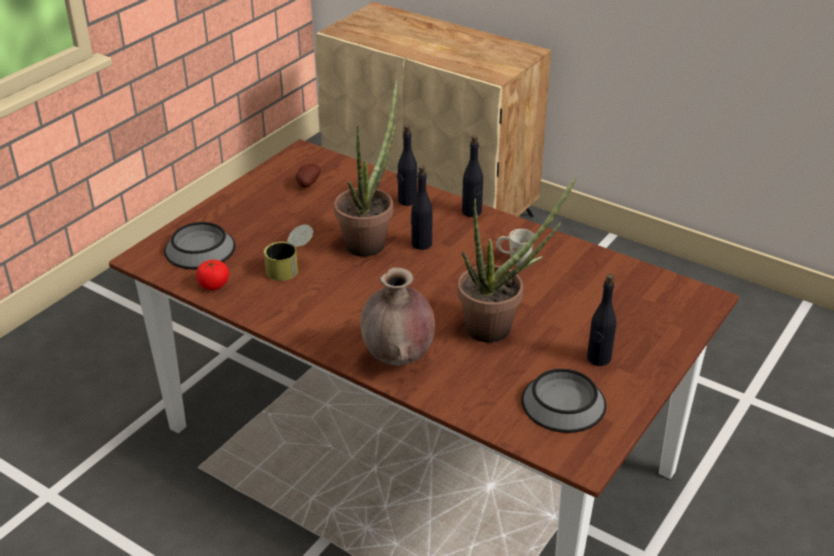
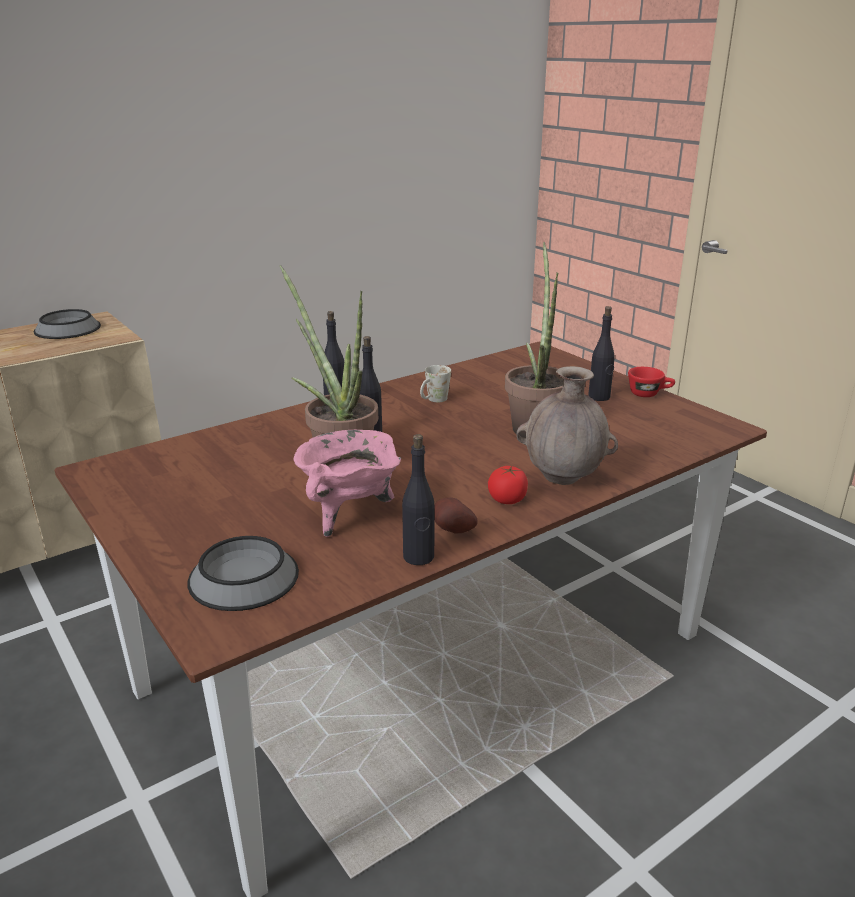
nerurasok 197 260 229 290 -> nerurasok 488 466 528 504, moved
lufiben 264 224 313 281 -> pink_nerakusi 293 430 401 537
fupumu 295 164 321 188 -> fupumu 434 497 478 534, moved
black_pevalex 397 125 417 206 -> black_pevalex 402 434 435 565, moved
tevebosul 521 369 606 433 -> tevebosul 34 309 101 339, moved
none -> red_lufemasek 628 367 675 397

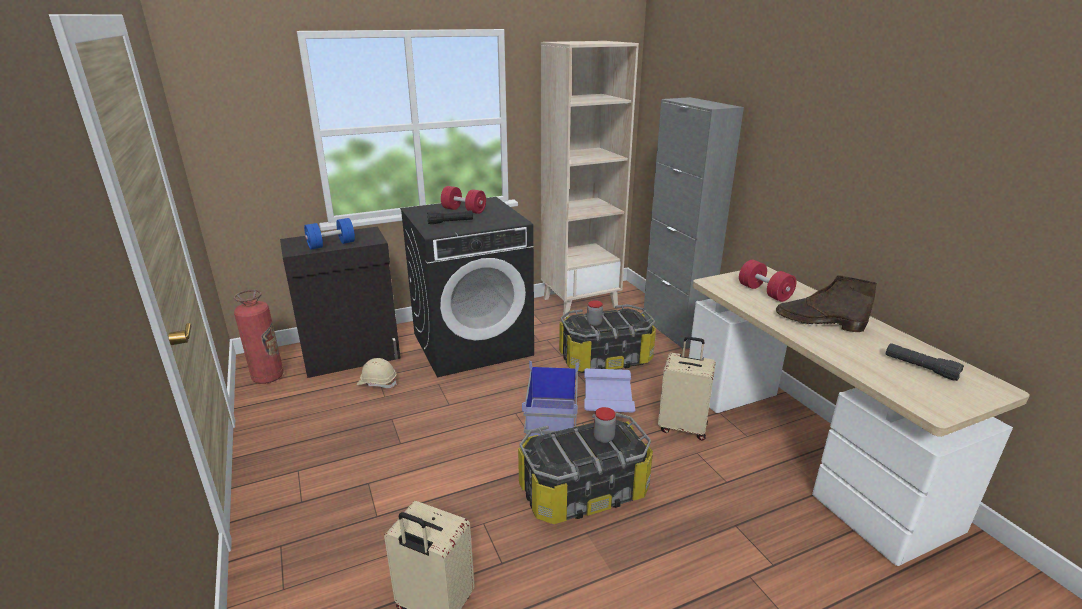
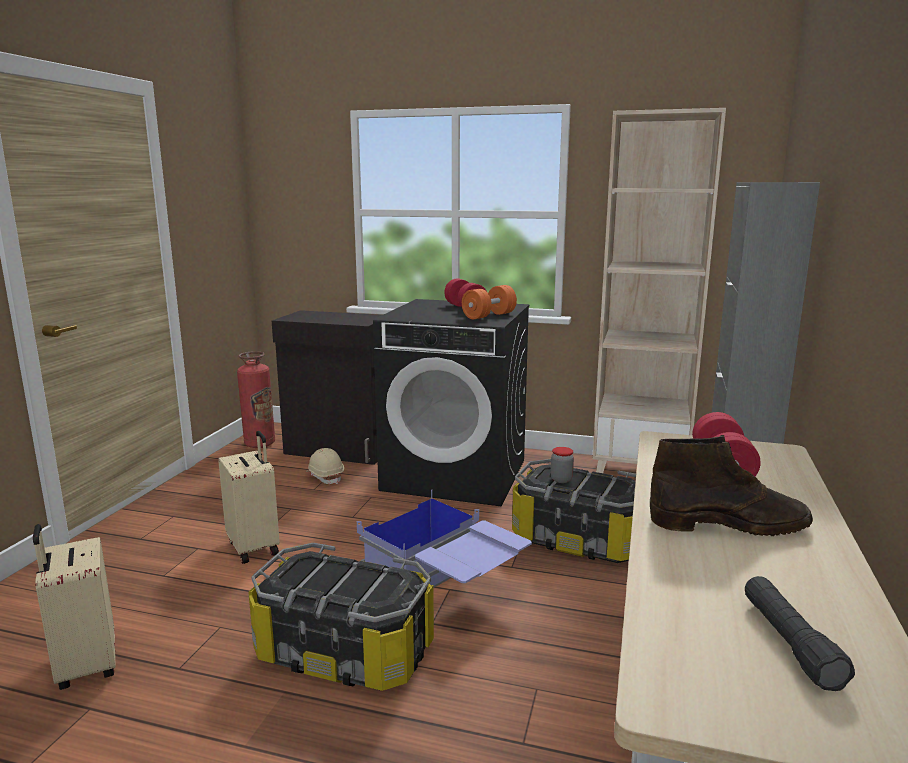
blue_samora 304 218 355 249 -> none
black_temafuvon 427 211 473 224 -> none
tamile 593 407 616 443 -> none
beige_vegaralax 658 336 716 440 -> beige_vegaralax 218 431 280 564, moved
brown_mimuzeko 776 275 877 332 -> brown_mimuzeko 650 435 813 536, 120 degrees clockwise
none -> orange_samora 462 285 517 319

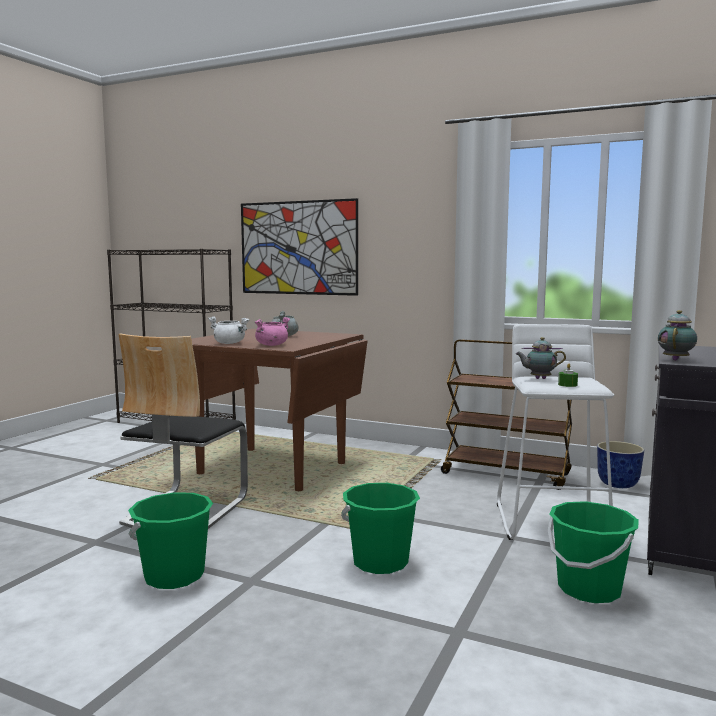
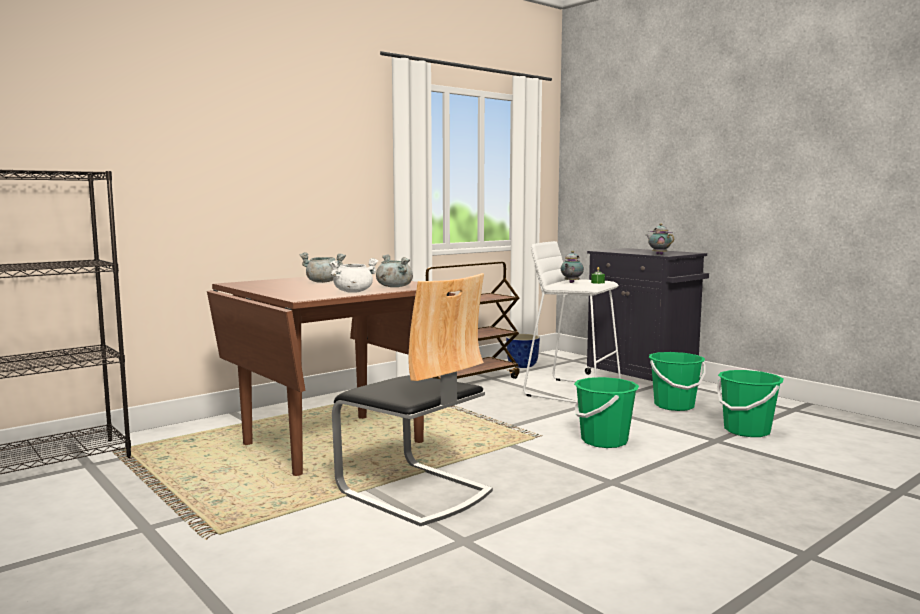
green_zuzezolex 128 492 213 589 -> green_zuzezolex 717 370 784 437, moved
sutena 241 198 358 296 -> none
pink_nerakusi 255 317 290 346 -> grey_nerakusi 376 254 413 287

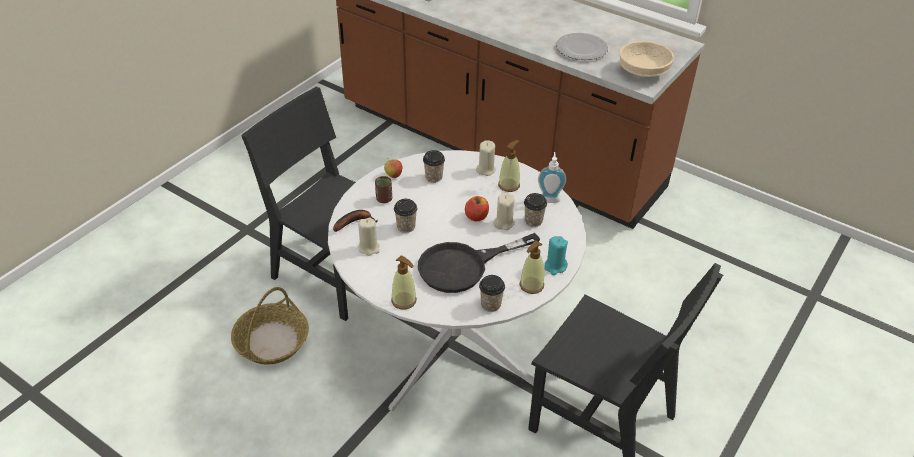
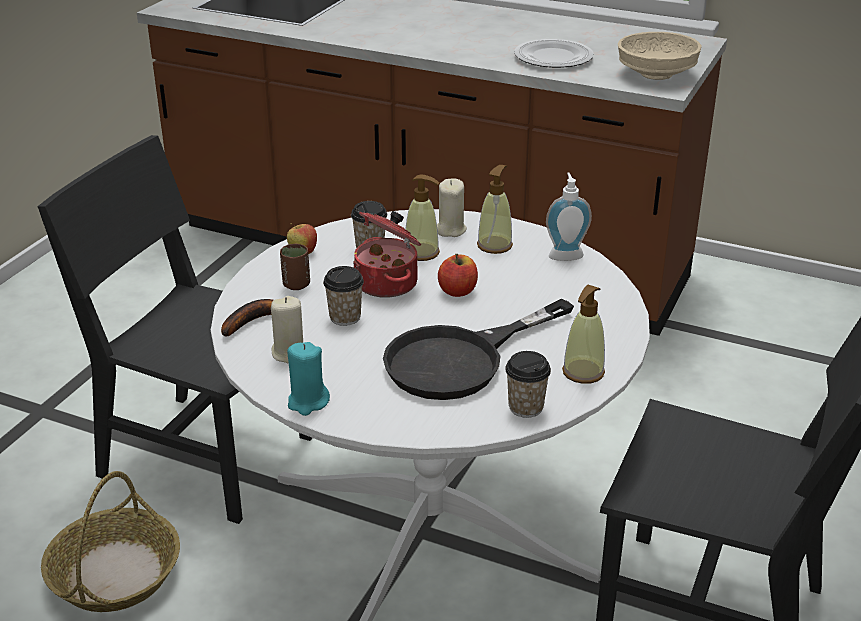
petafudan 391 256 417 310 -> petafudan 405 175 440 261, moved
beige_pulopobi 493 193 515 230 -> none
lufemasek 524 193 547 227 -> none
turquoise_pulopobi 544 236 568 275 -> turquoise_pulopobi 287 342 330 416, moved
none -> nerakusi 353 211 421 298

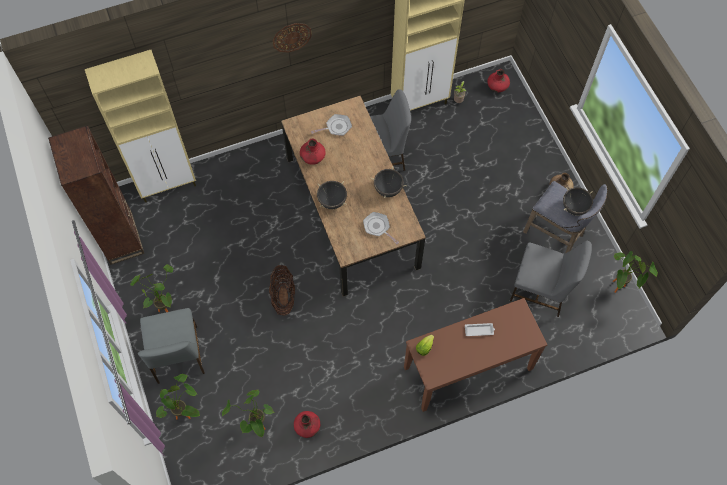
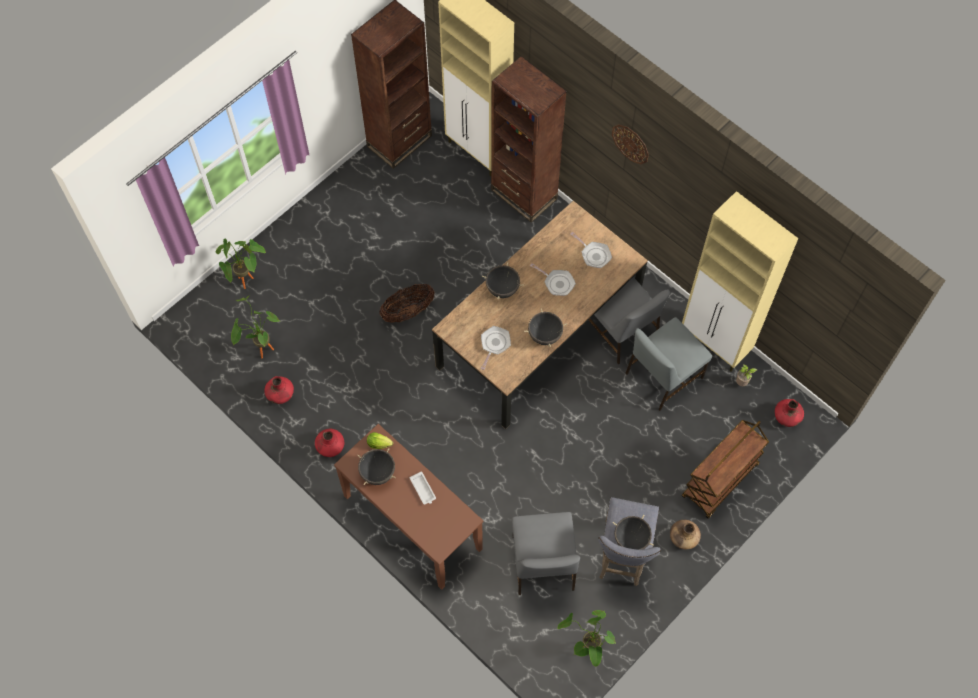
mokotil 130 265 173 312 -> none
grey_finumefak 138 308 205 384 -> grey_finumefak 626 317 712 411, moved
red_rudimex 300 139 326 165 -> red_rudimex 315 429 344 457, moved
none -> black_nerakusi 357 448 396 485
none -> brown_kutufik 491 56 567 223
none -> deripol 530 263 576 296
none -> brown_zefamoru 682 420 769 519

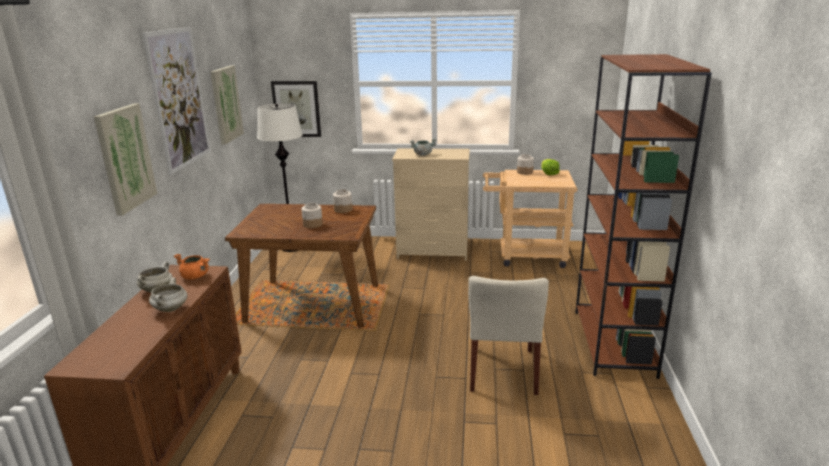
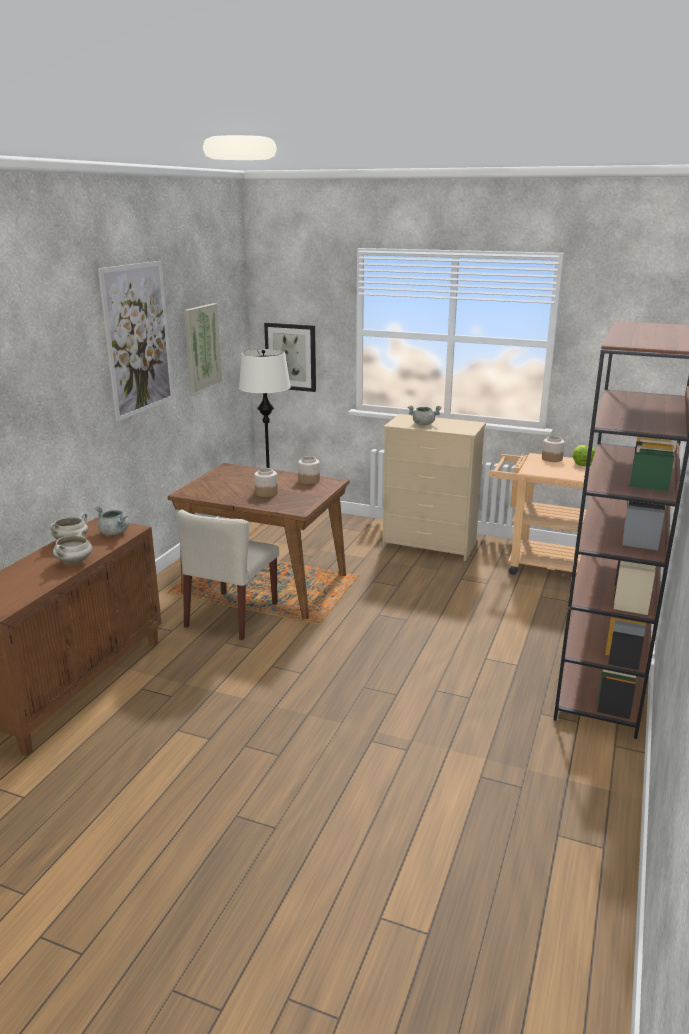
sutena 94 103 158 216 -> none
orange_nerakusi 173 254 210 280 -> grey_nerakusi 95 506 129 535
beige_finumefak 468 276 549 395 -> beige_finumefak 177 510 279 640, moved

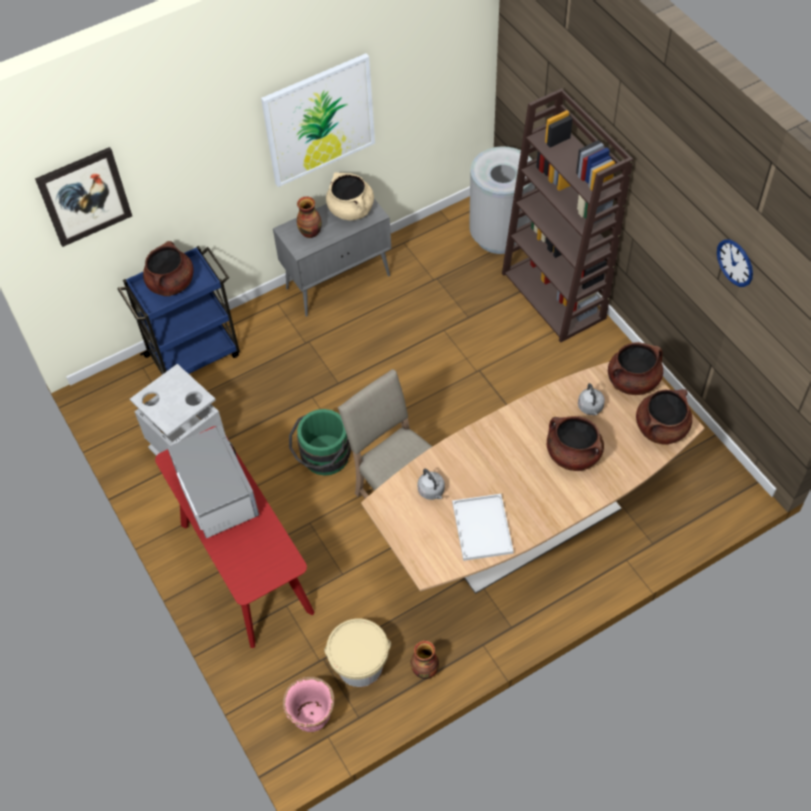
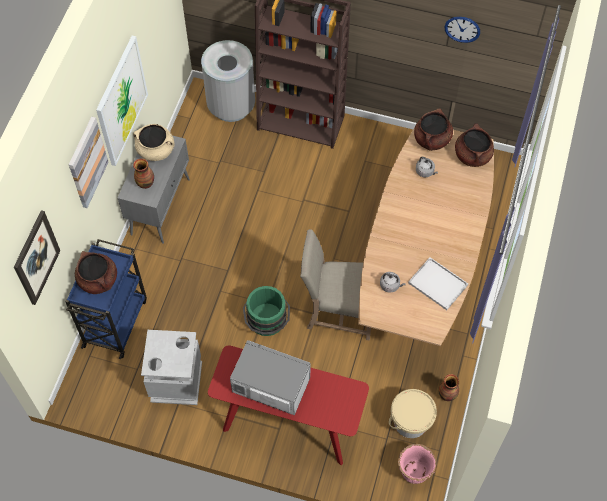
brown_nerakusi 547 416 604 471 -> none
none -> sutena 69 117 108 208

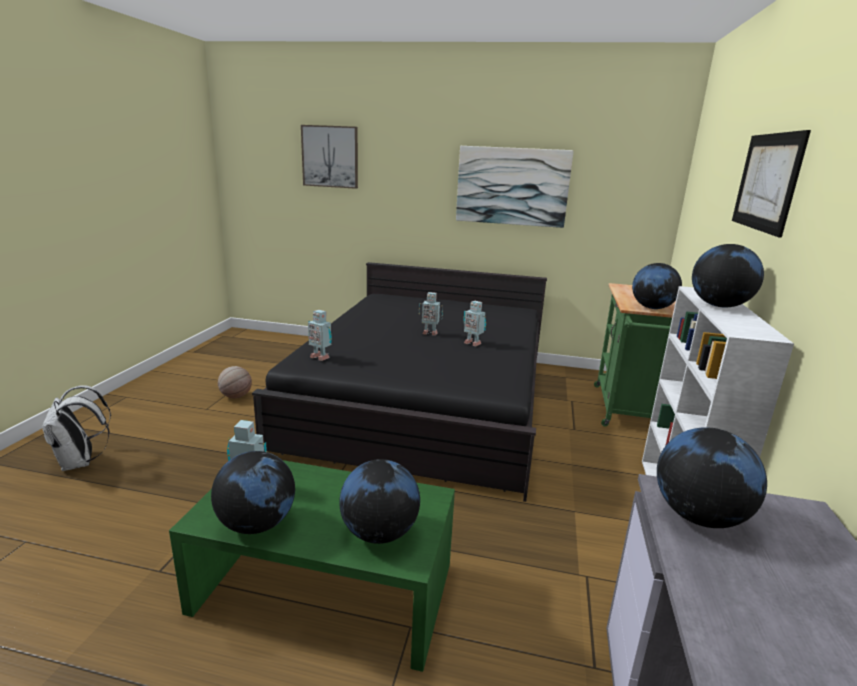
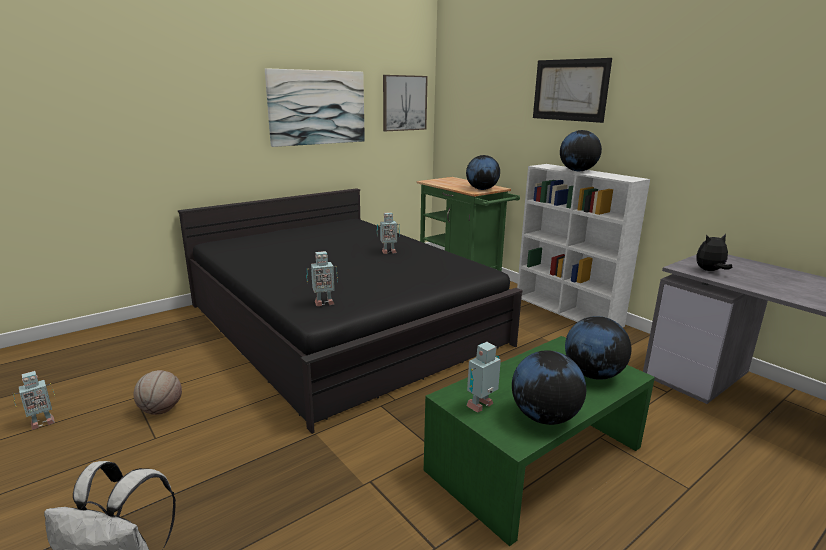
sutena 301 125 358 189 -> sutena 383 75 428 131, moved
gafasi 419 292 443 336 -> gafasi 13 371 55 430, moved
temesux 657 427 767 528 -> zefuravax 696 234 733 271

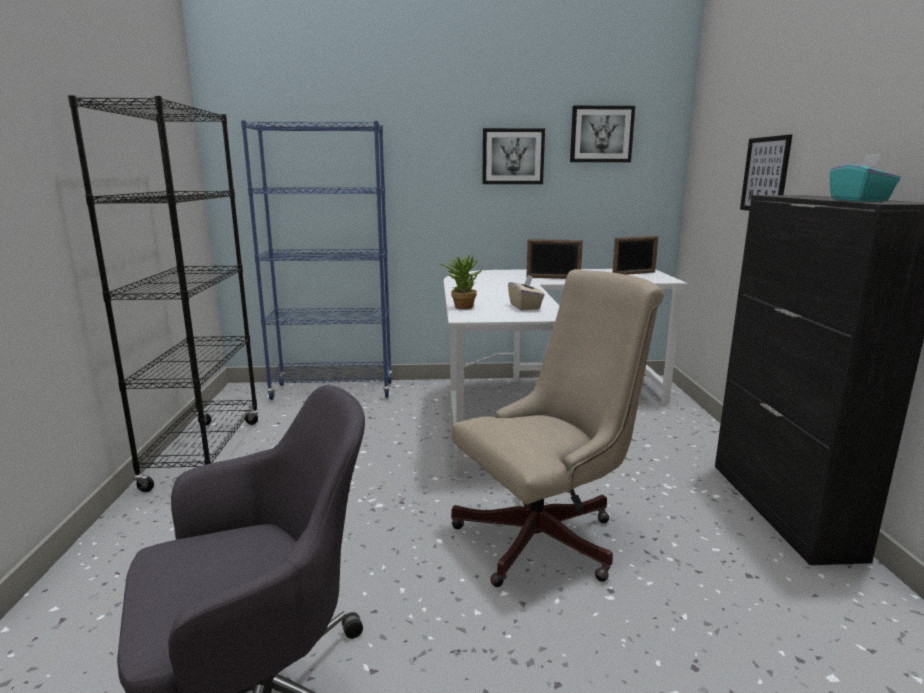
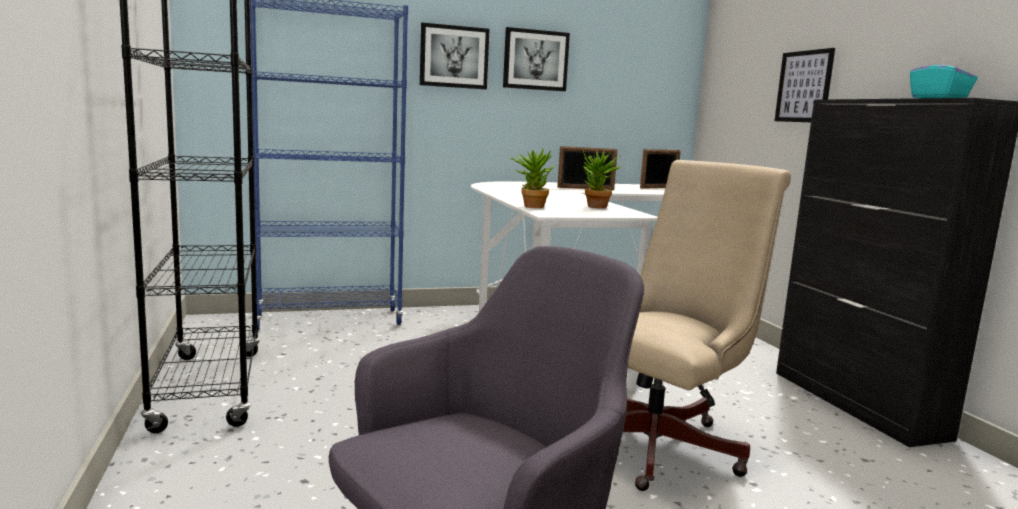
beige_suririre 508 275 545 310 -> mokotil 583 150 622 209
sutena 570 106 635 162 -> sutena 420 23 490 89, moved

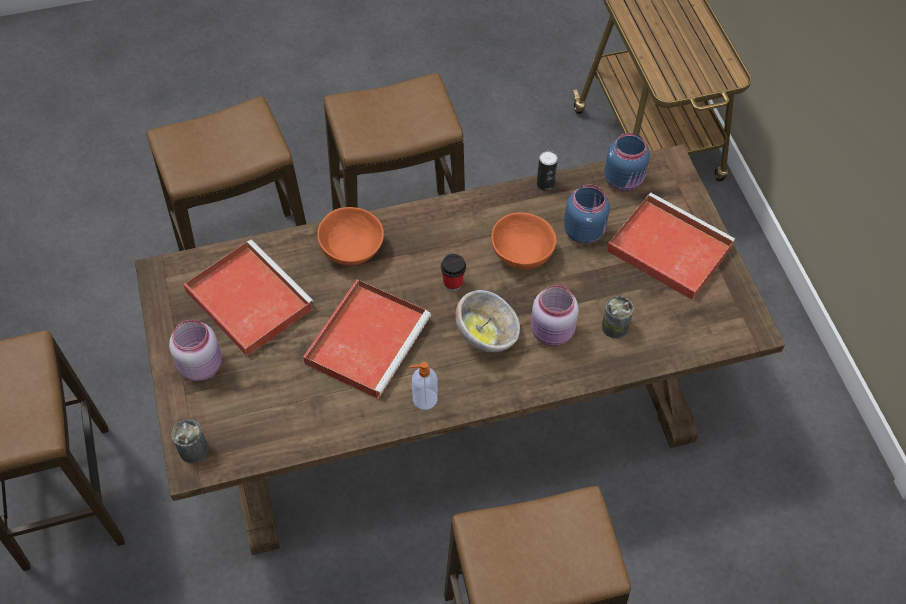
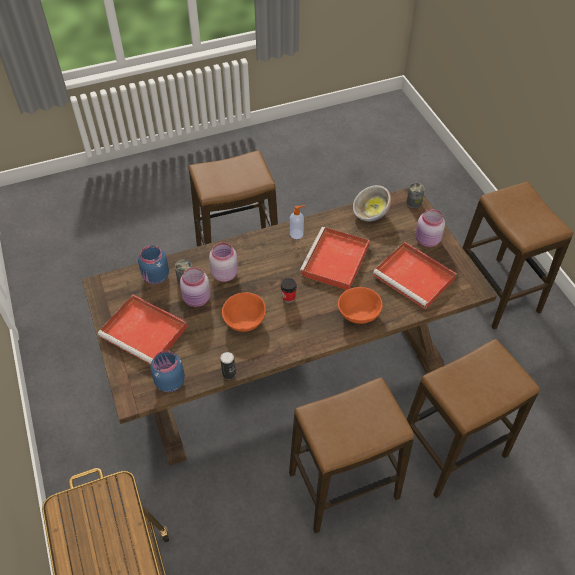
tevebosul 455 290 520 352 -> tevebosul 353 185 391 221, moved
blue_tamile 564 185 610 244 -> blue_tamile 138 245 169 284, moved
none -> pink_tamile 180 267 211 307

